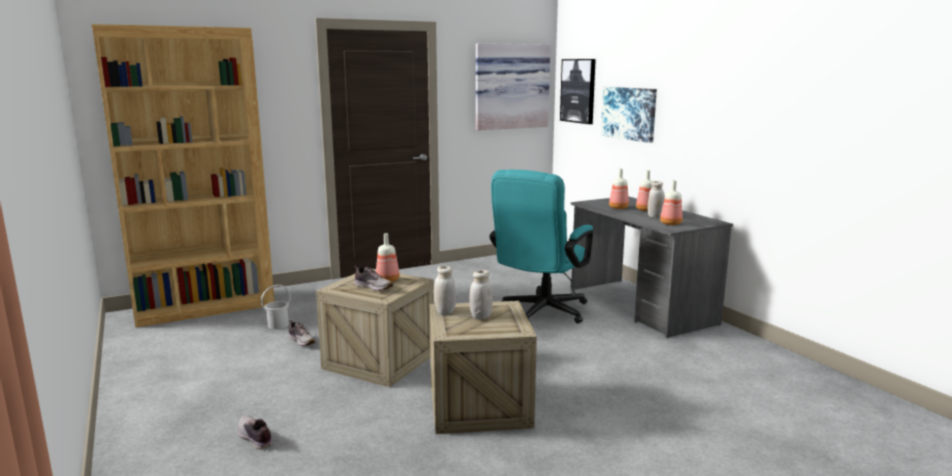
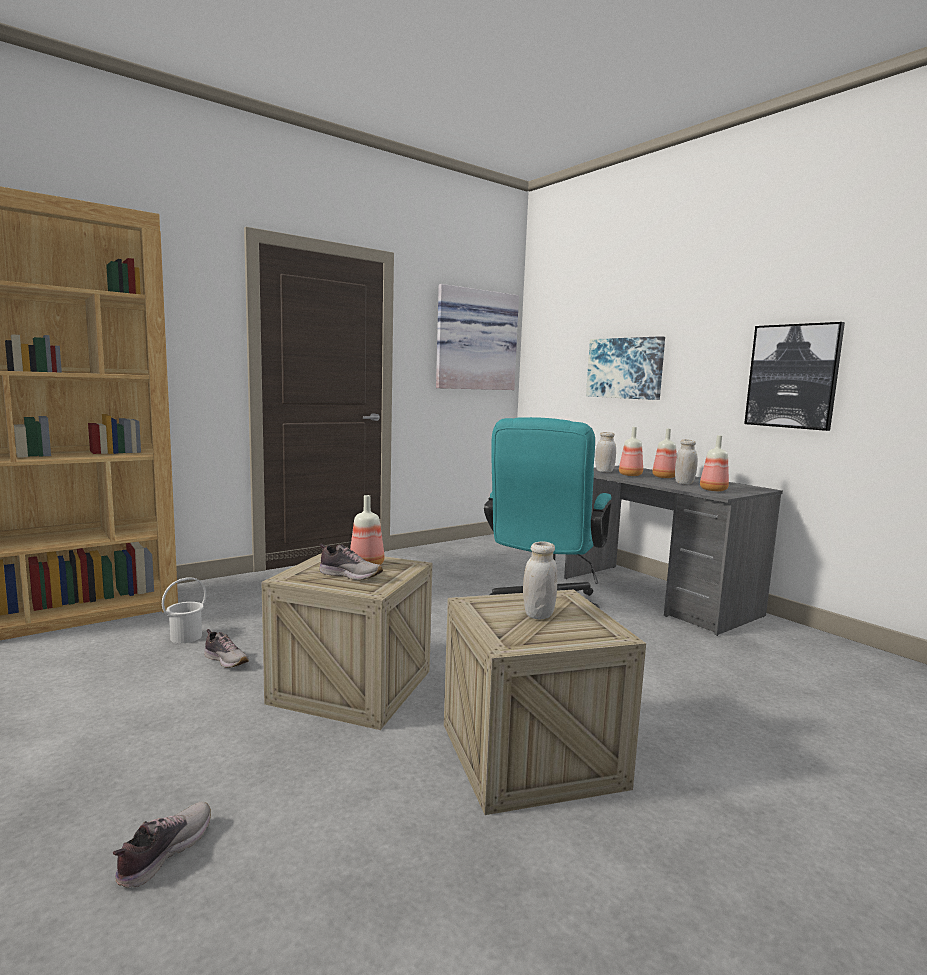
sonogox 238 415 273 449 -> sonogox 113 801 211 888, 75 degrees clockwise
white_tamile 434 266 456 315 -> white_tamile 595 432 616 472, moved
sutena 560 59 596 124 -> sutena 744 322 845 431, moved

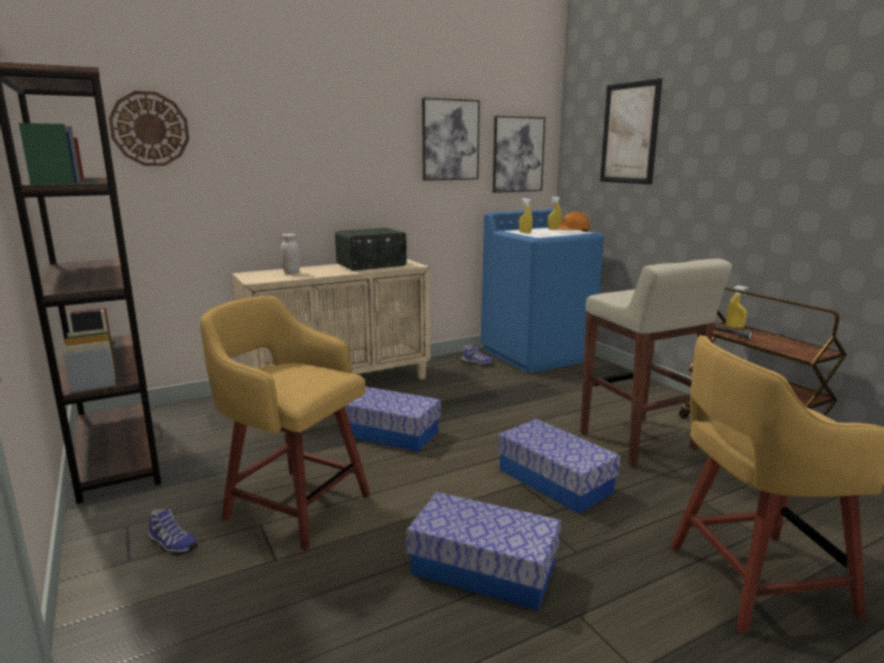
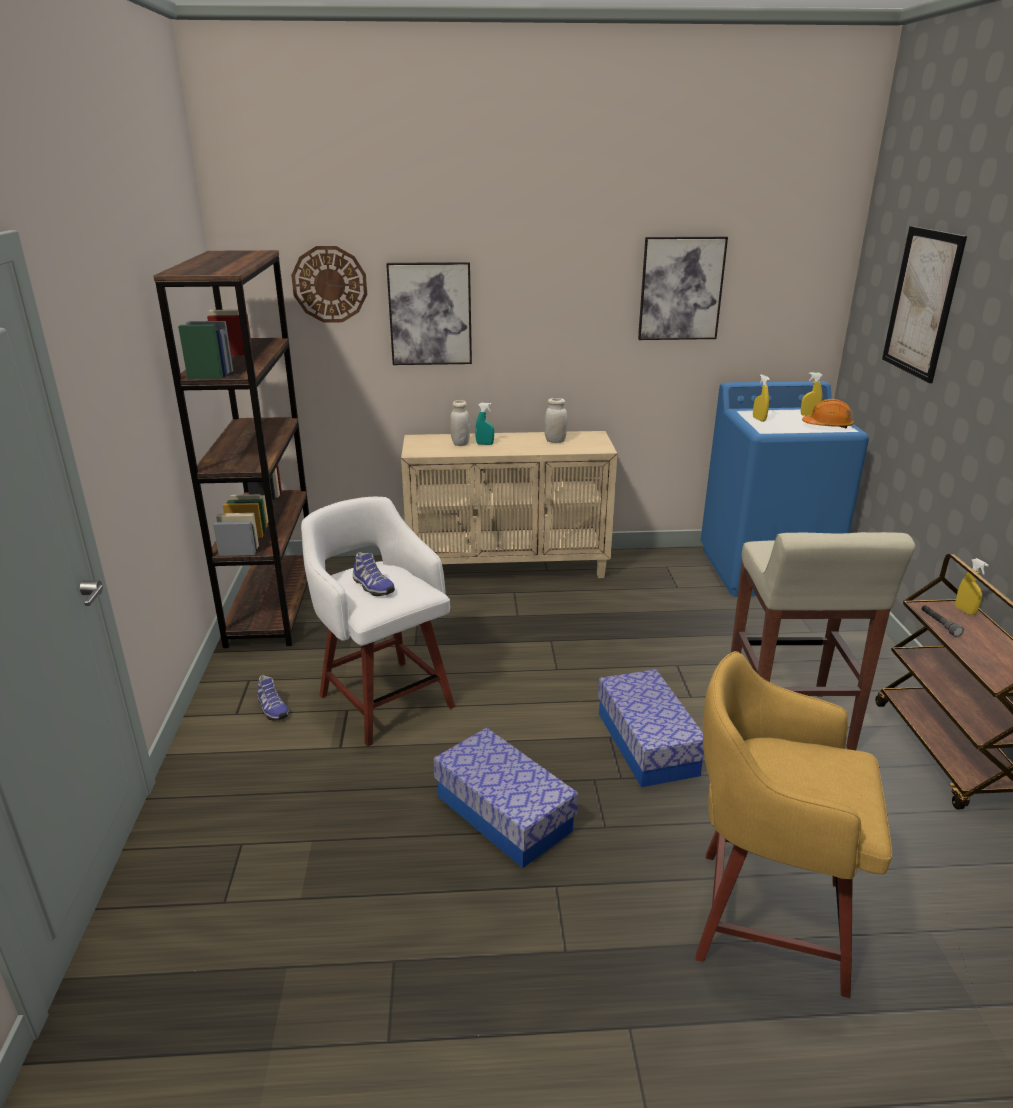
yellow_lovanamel 200 296 370 551 -> white_lovanamel 301 497 455 747
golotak 335 228 407 271 -> white_tamile 544 398 568 443
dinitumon 339 386 441 452 -> none
sonogox 461 344 494 366 -> sonogox 353 552 395 596, moved
sutena 493 116 545 193 -> sutena 386 262 472 365, moved
none -> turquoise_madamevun 475 403 494 445

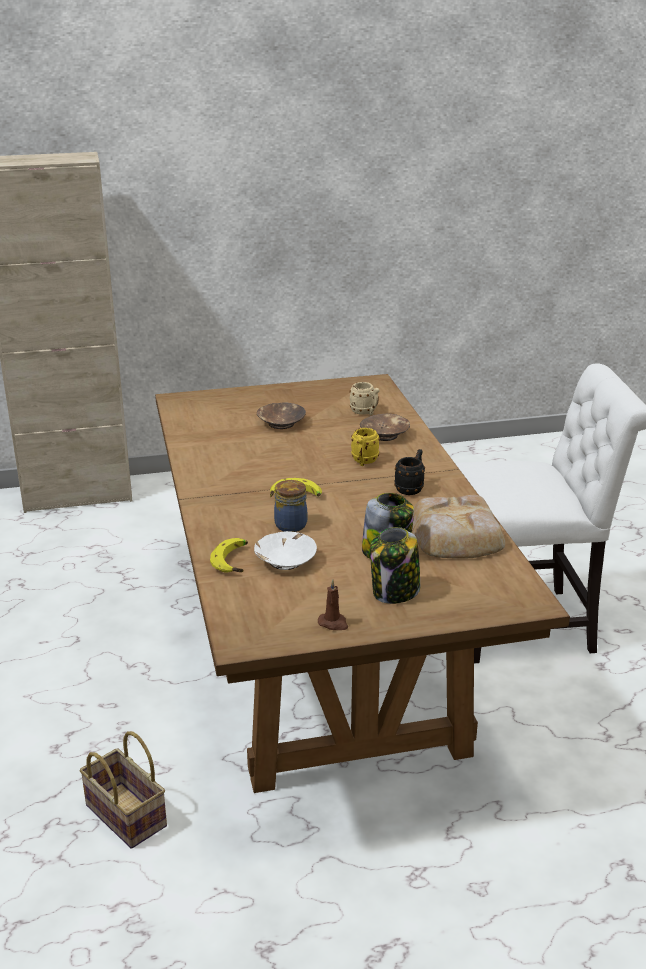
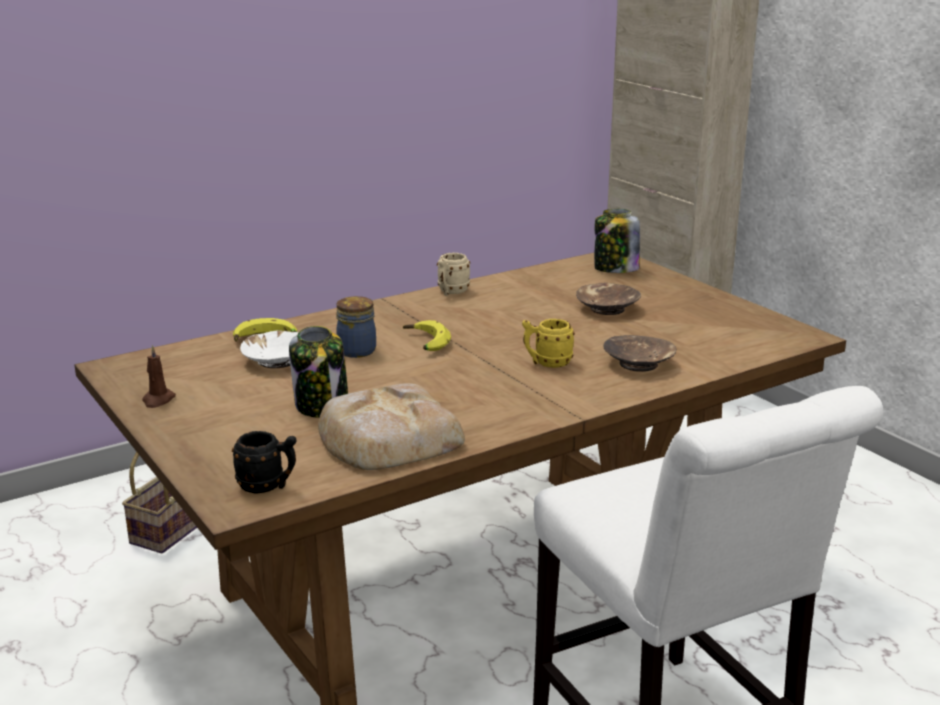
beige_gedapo 350 382 379 415 -> beige_gedapo 437 253 470 296, moved
tamile 370 527 420 604 -> tamile 594 209 640 273, moved
black_gedapo 394 449 425 495 -> black_gedapo 232 431 297 494, moved

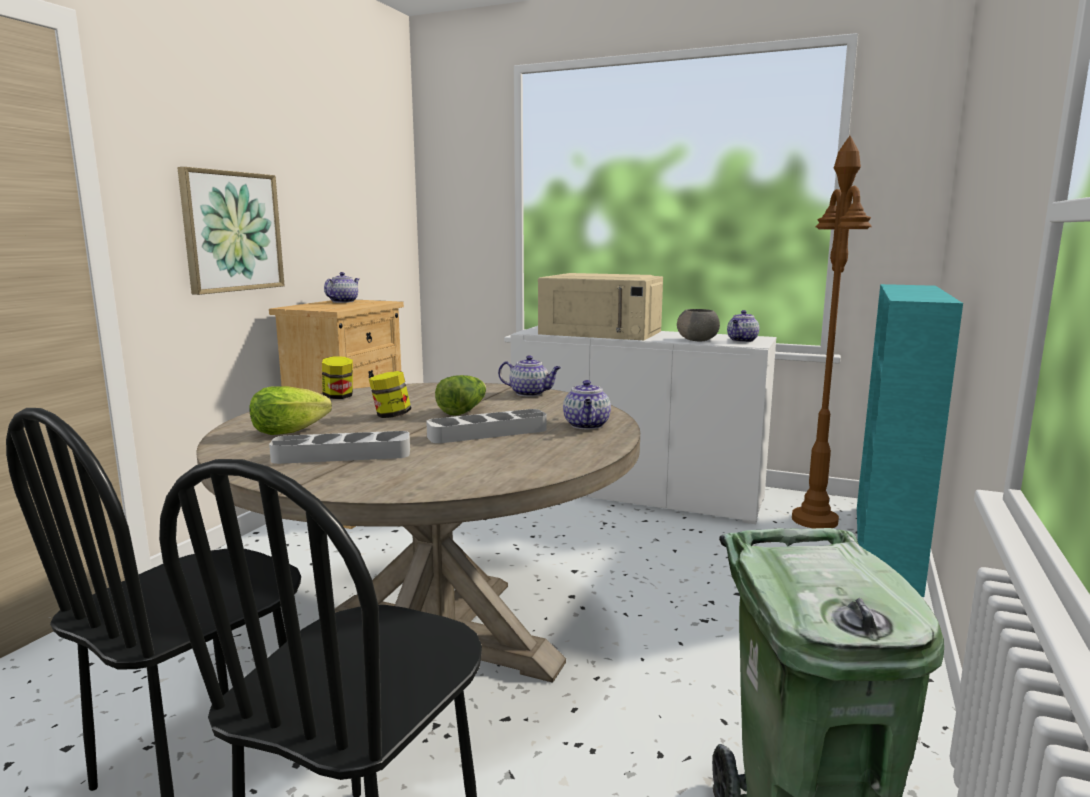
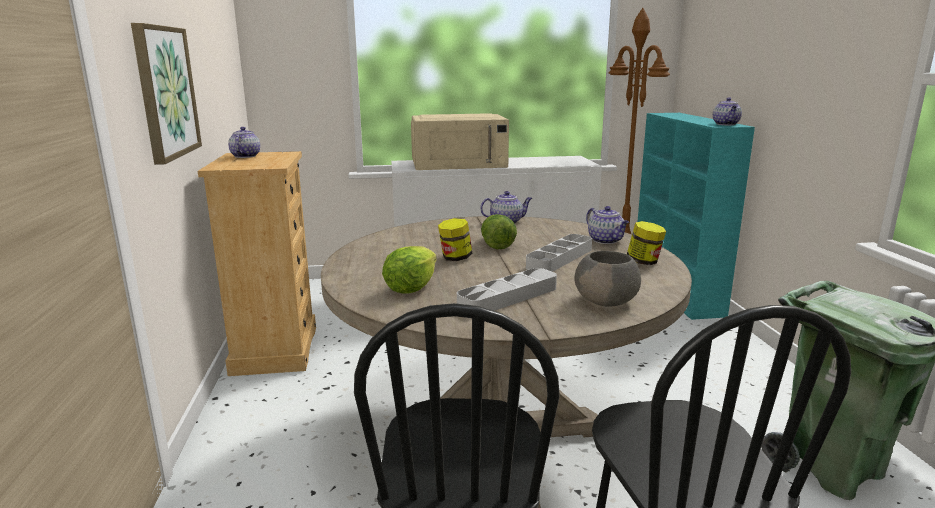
tamile 322 356 353 399 -> tamile 627 221 666 265, moved
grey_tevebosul 677 309 720 341 -> grey_tevebosul 574 251 641 307, moved
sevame 727 310 759 342 -> sevame 713 97 742 125, moved

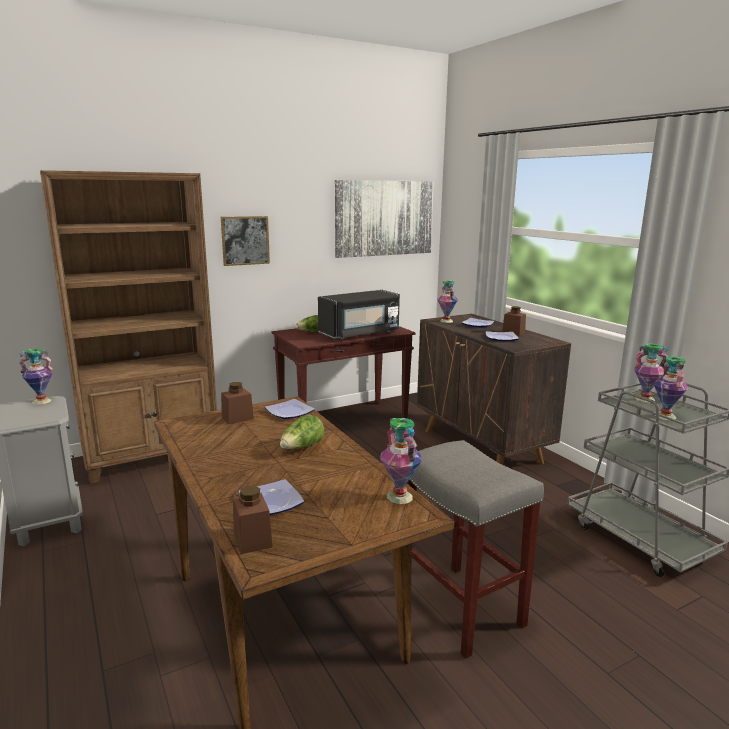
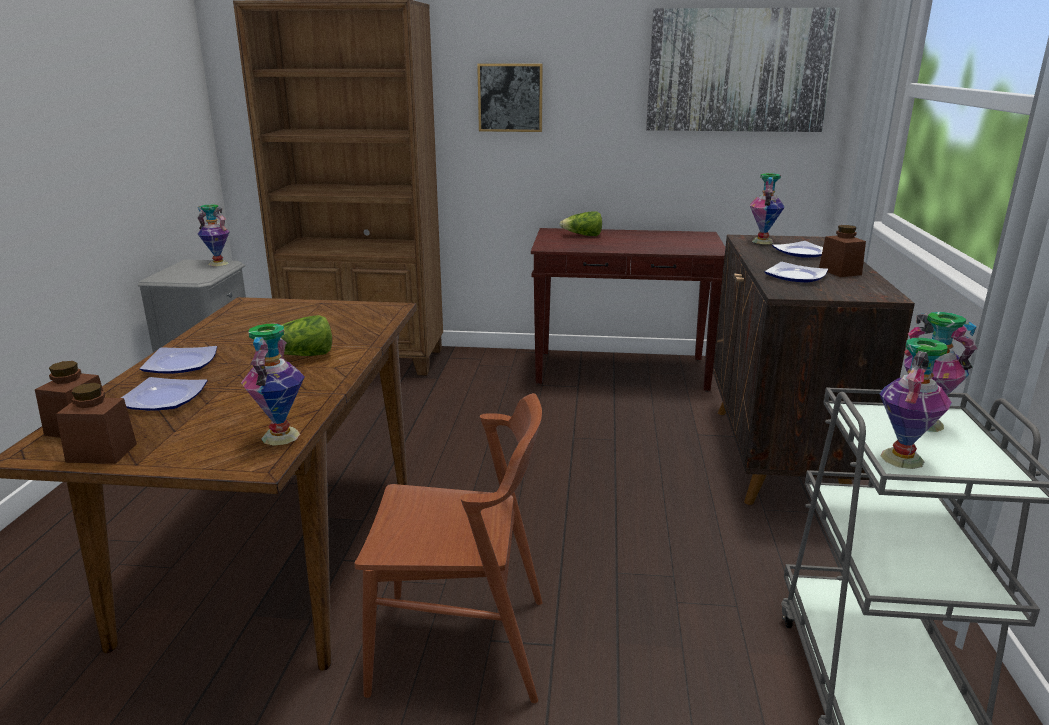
brown_tamile 221 382 254 424 -> brown_tamile 56 383 137 463, moved
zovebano 265 399 315 419 -> zovebano 140 346 217 374, moved
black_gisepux 318 290 400 339 -> none
grey_lovanamel 407 440 544 659 -> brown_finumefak 355 393 542 703

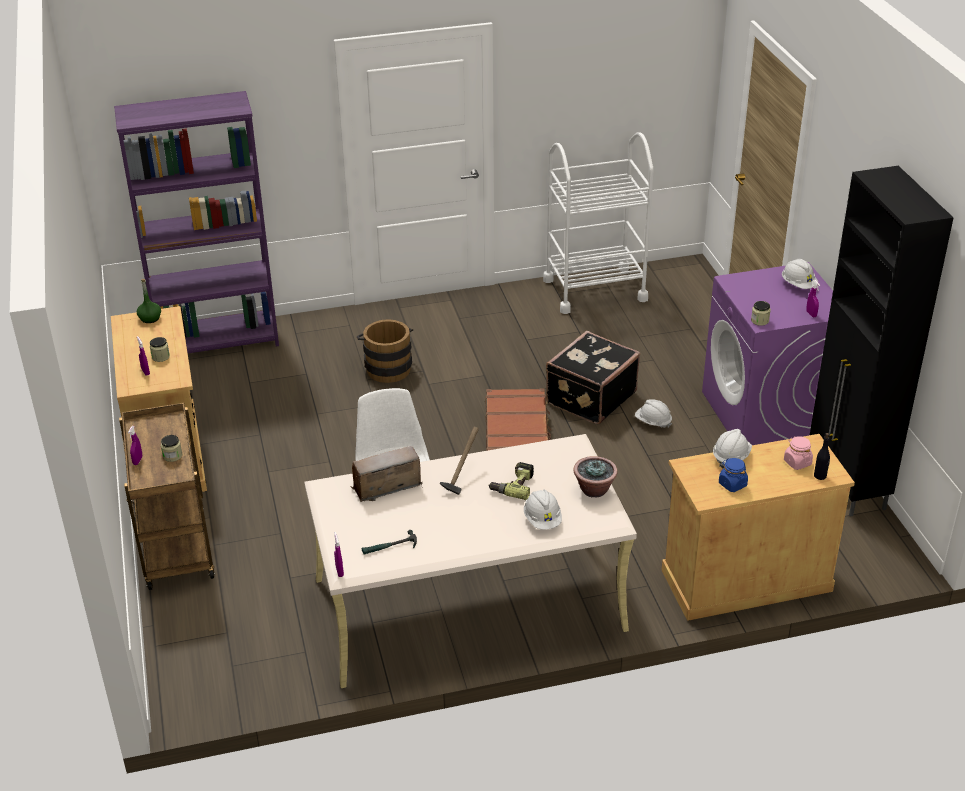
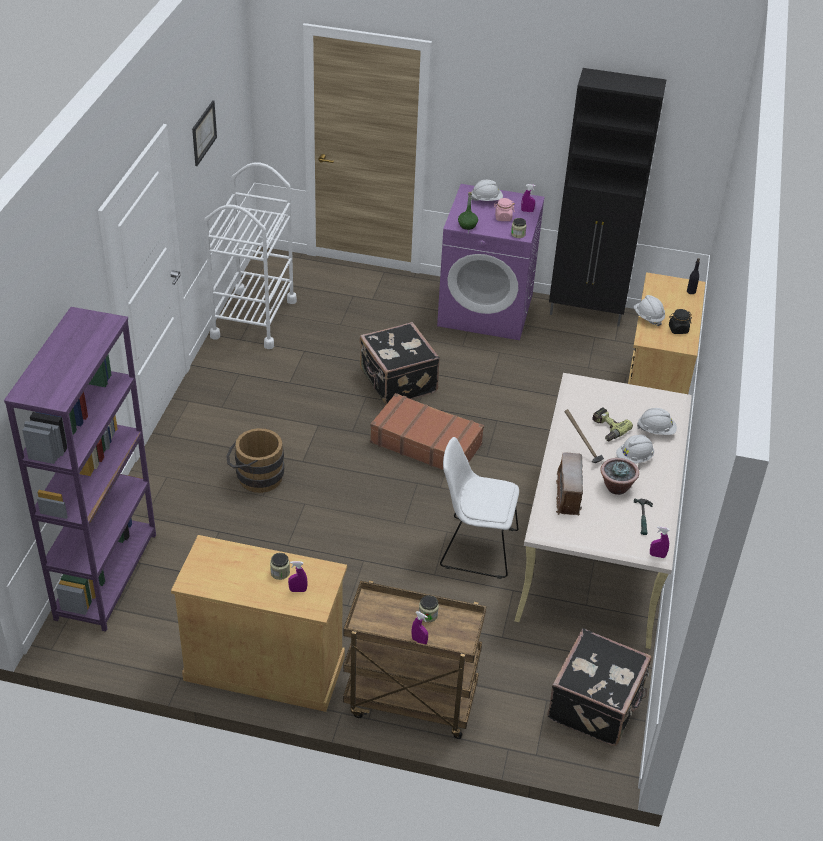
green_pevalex 137 279 161 323 -> green_pevalex 458 192 478 230, moved
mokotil 573 456 618 497 -> mokotil 600 458 639 495, moved
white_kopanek 635 399 672 428 -> white_kopanek 616 435 654 464, moved
blue_tamile 719 458 748 492 -> black_tamile 669 309 692 334
pink_tamile 784 436 813 470 -> pink_tamile 494 198 515 221, moved
none -> sutena 192 100 217 166
none -> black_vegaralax 548 628 652 746

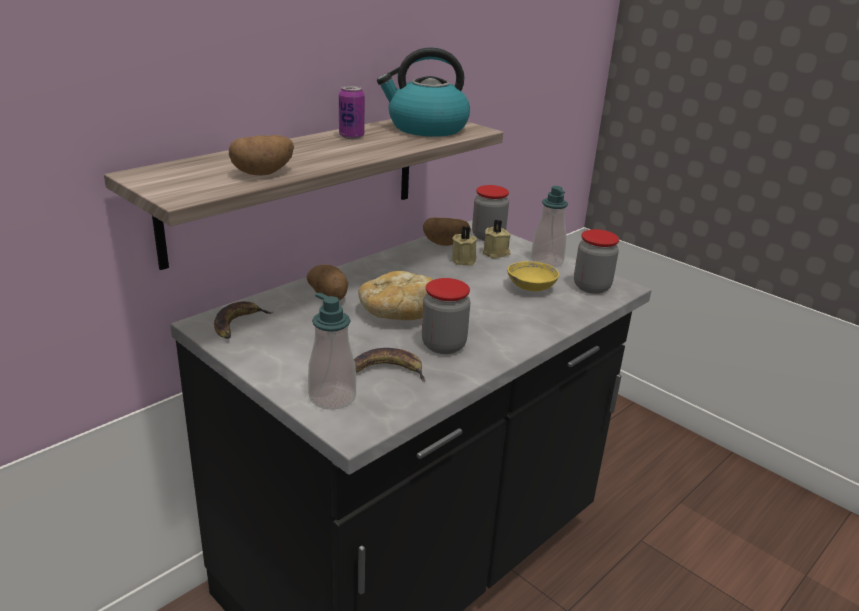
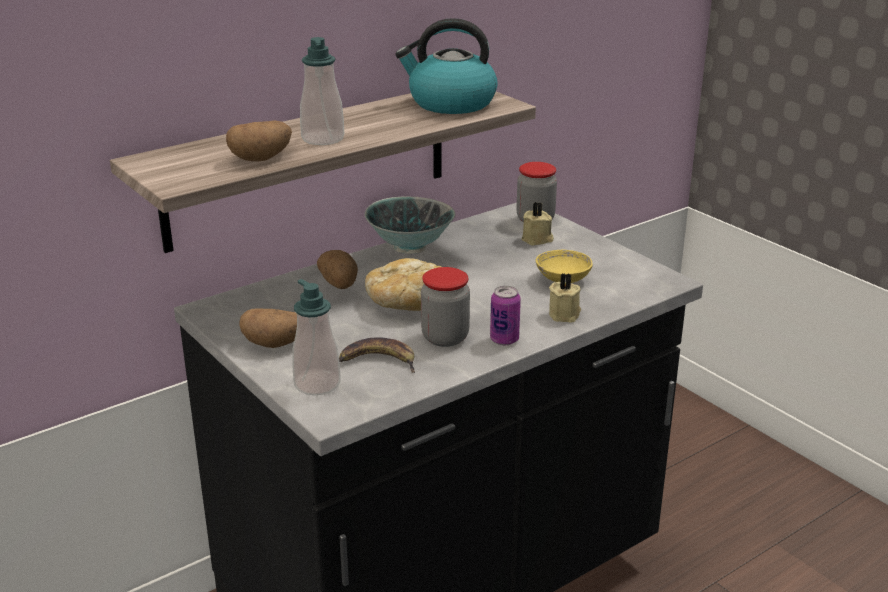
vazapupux 214 301 273 339 -> none
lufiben 339 86 365 139 -> lufiben 490 286 521 345, moved
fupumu 423 218 471 246 -> fupumu 239 308 297 348, moved
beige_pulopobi 452 226 477 266 -> beige_pulopobi 549 273 581 322, moved
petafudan 531 186 568 267 -> petafudan 300 37 344 145, moved
tamile 574 229 619 294 -> none
none -> tevebosul 365 196 455 254

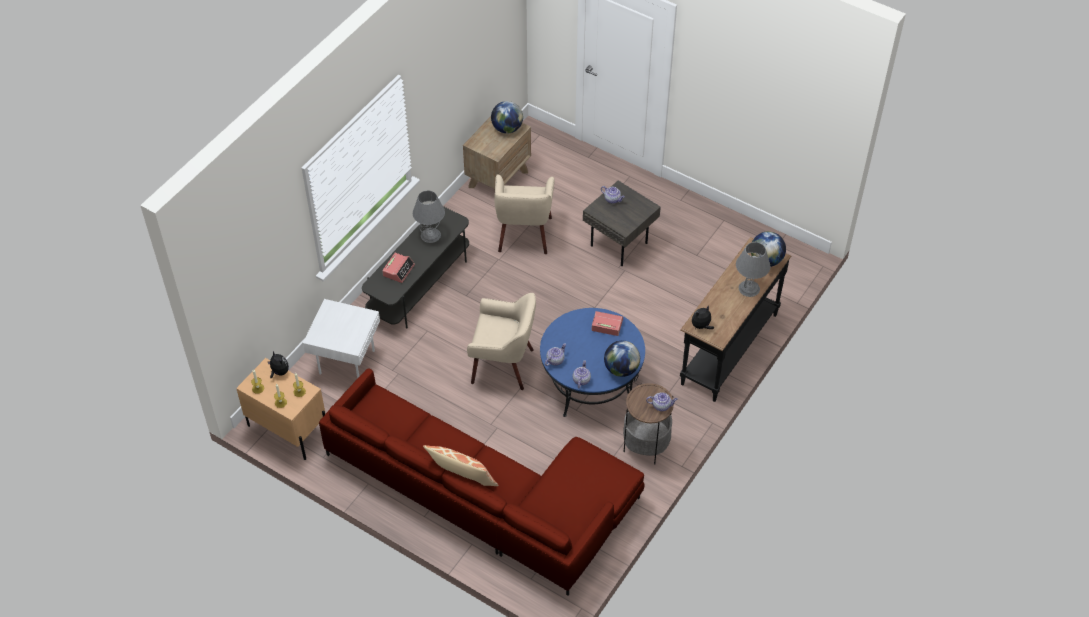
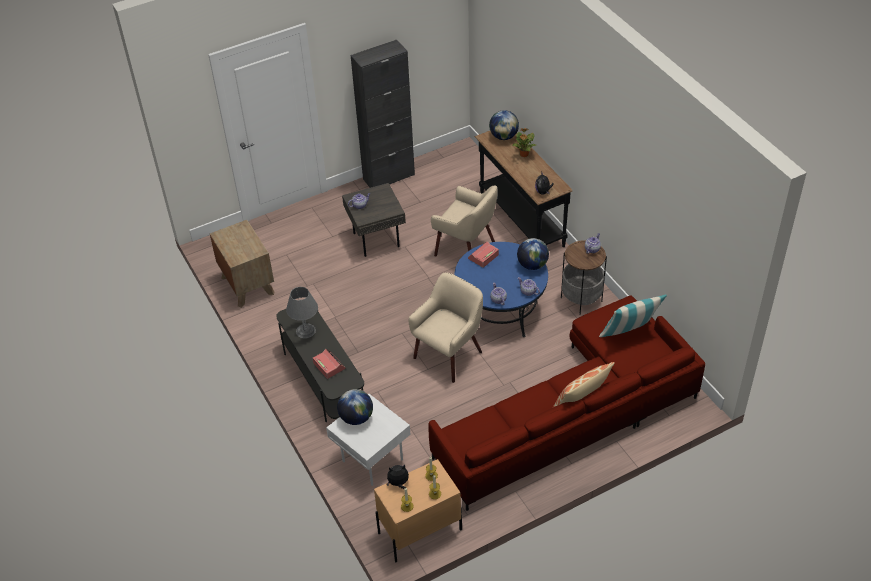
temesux 491 101 523 133 -> temesux 337 389 373 425, moved
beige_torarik 494 174 555 254 -> beige_torarik 431 185 498 257, moved
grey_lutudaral 736 242 771 297 -> mokotil 513 128 537 157
none -> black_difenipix 351 40 415 188
none -> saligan 599 295 667 337

